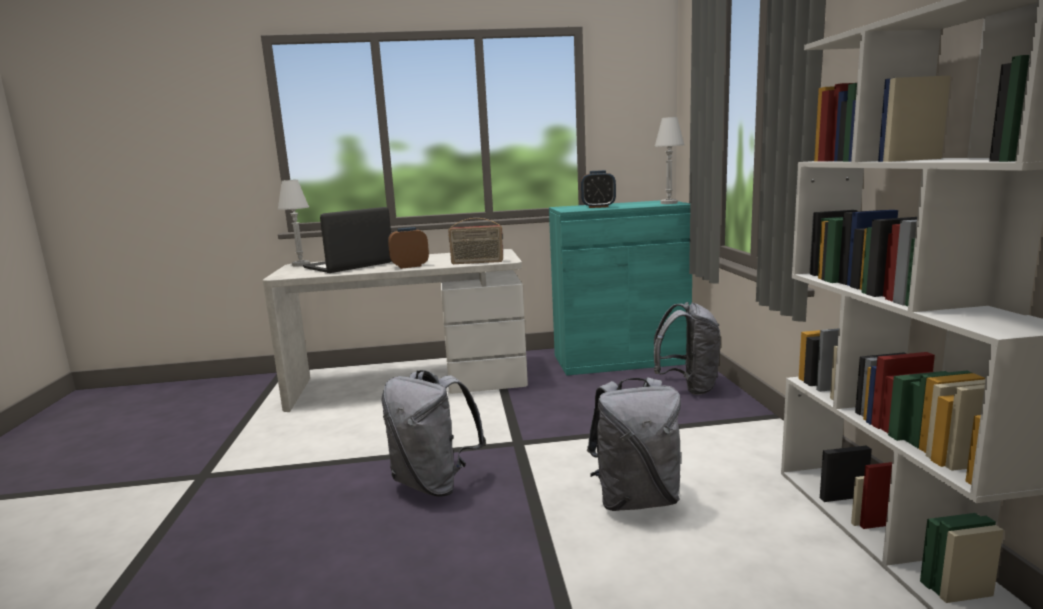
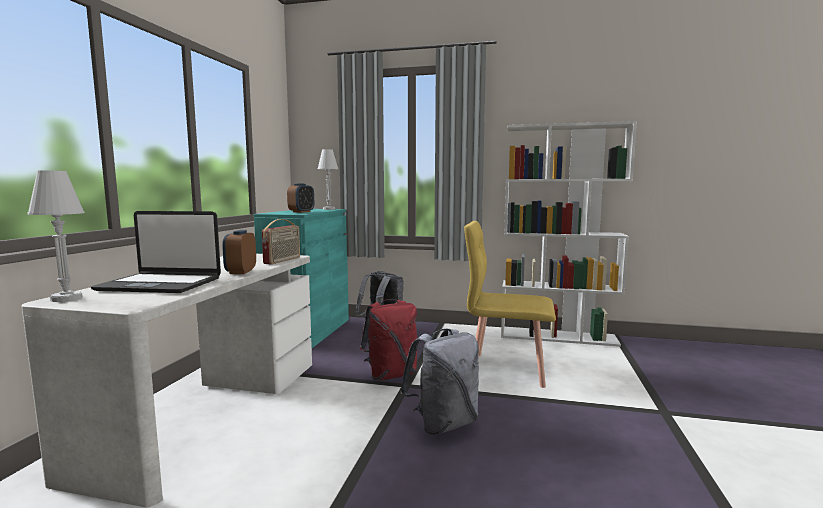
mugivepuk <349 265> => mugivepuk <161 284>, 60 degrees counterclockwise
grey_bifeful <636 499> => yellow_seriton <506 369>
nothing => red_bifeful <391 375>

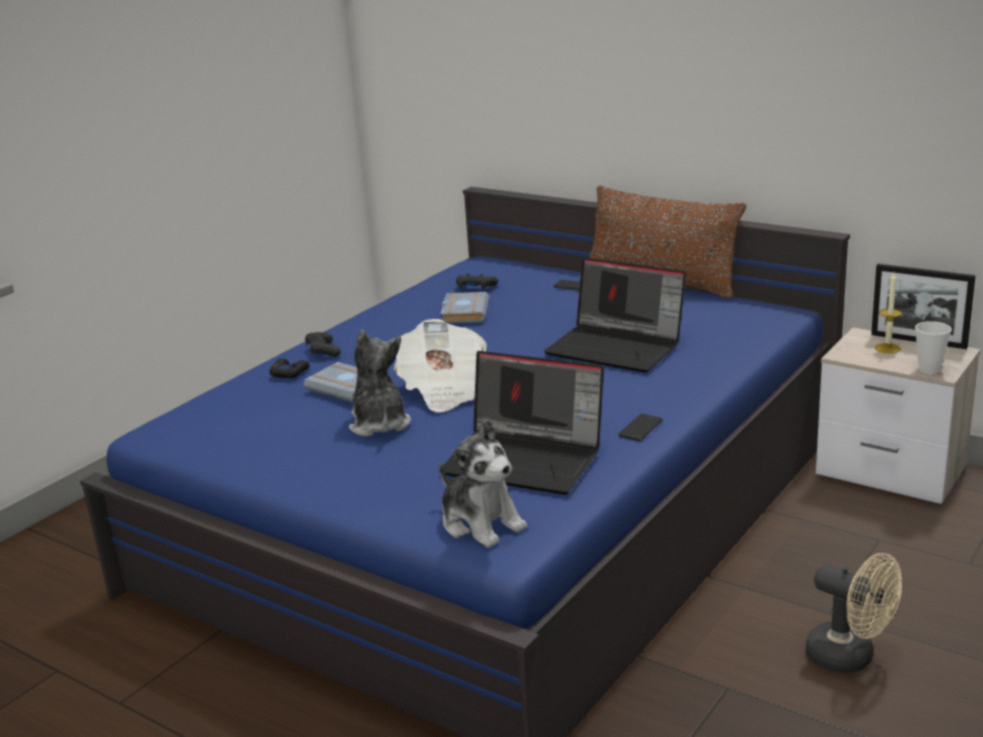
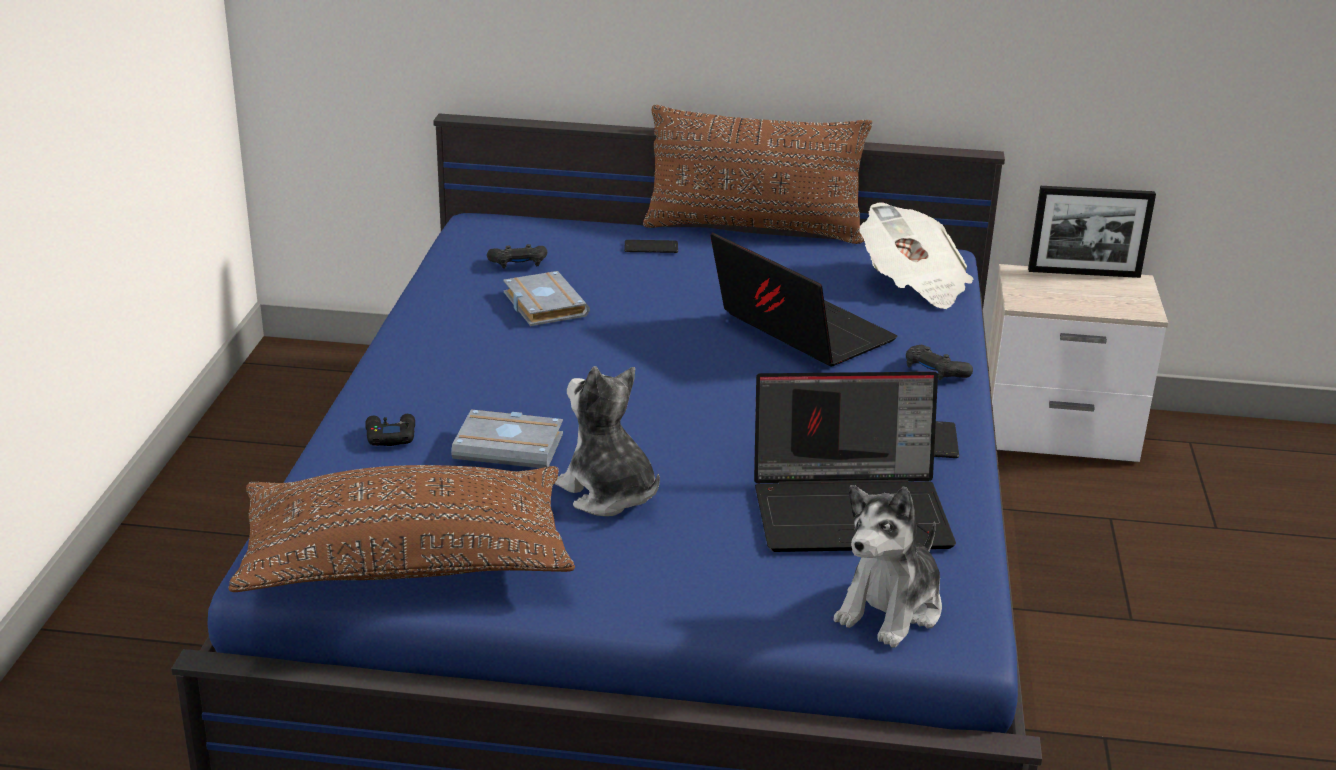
mugivepuk <617 347> => mugivepuk <797 331>, 135 degrees counterclockwise
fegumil <887 348> => nothing
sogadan <444 390> => sogadan <913 284>, moved
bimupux <929 369> => nothing
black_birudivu <323 351> => black_birudivu <934 372>, moved
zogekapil <481 523> => zogekapil <891 609>, 105 degrees clockwise
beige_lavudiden <850 658> => nothing
nothing => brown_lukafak <407 561>

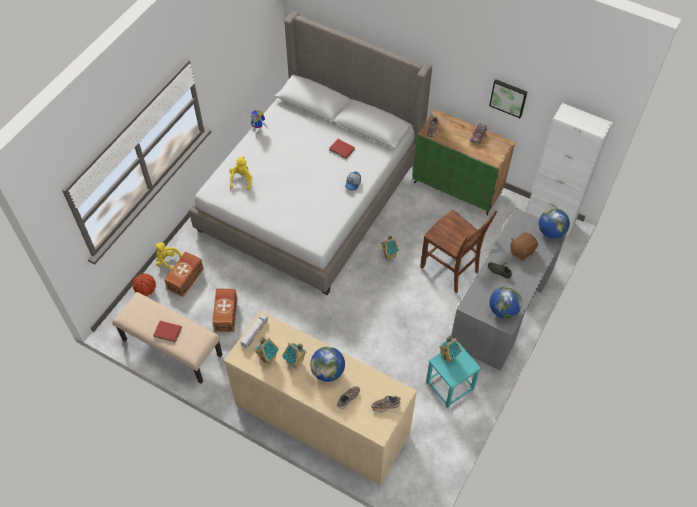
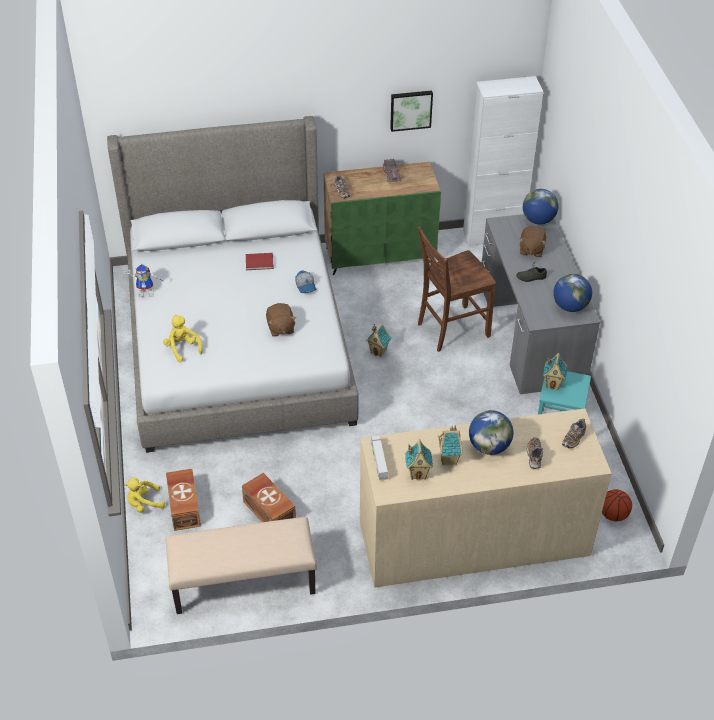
brown_seriton <450 270> => brown_seriton <451 329>, 150 degrees clockwise
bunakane <146 290> => bunakane <613 515>, moved
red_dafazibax <168 332> => nothing
nothing => brown_zogekapil <280 328>

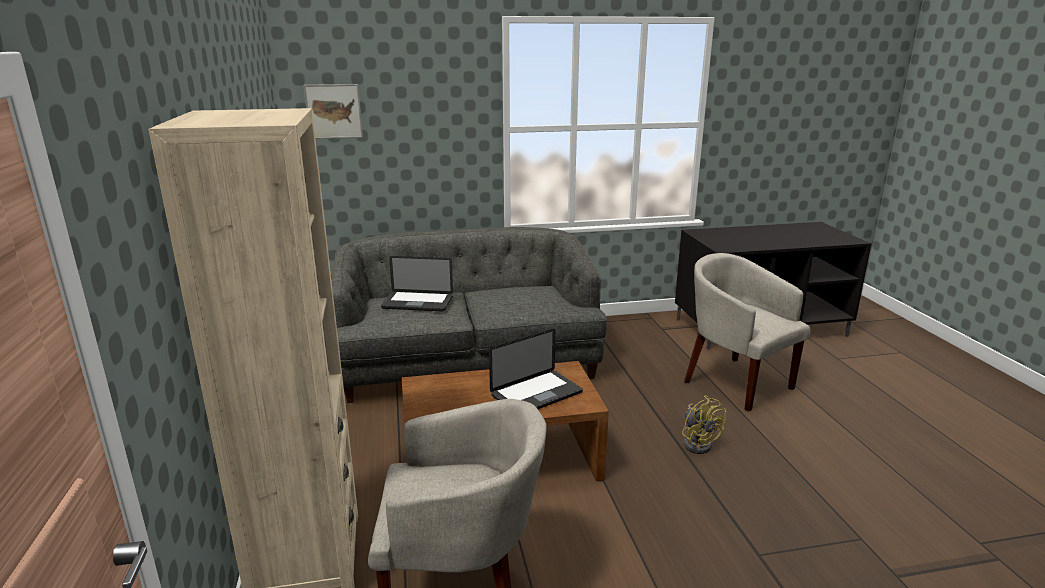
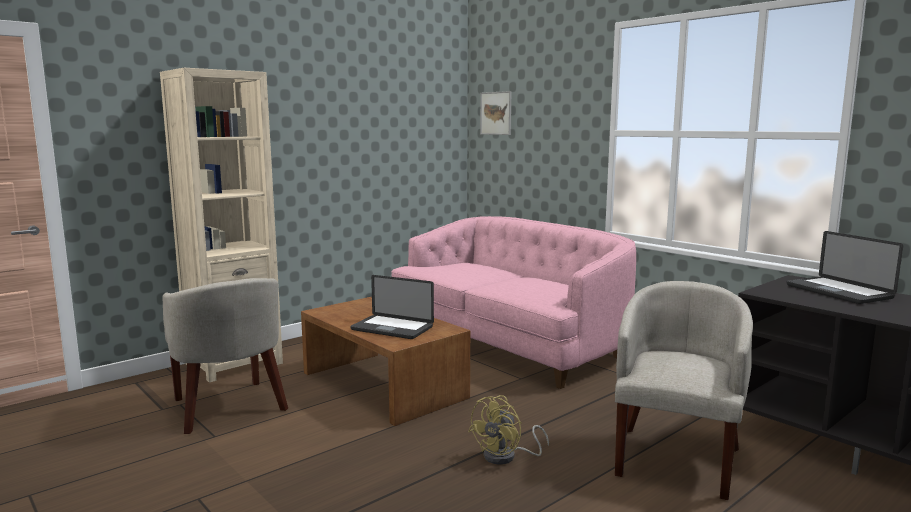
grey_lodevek <468 364> => pink_lodevek <508 342>
mugivepuk <417 303> => mugivepuk <838 291>, moved

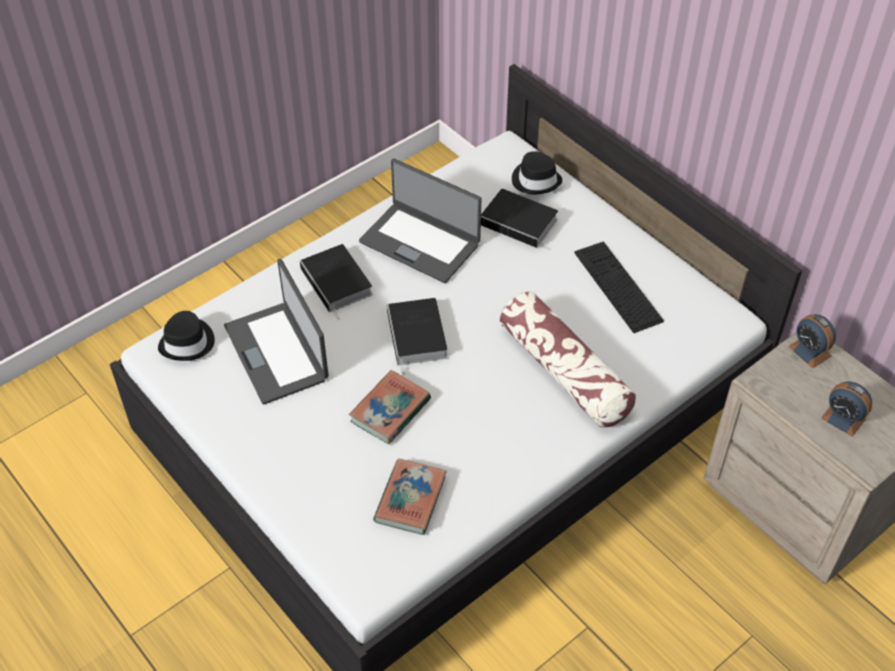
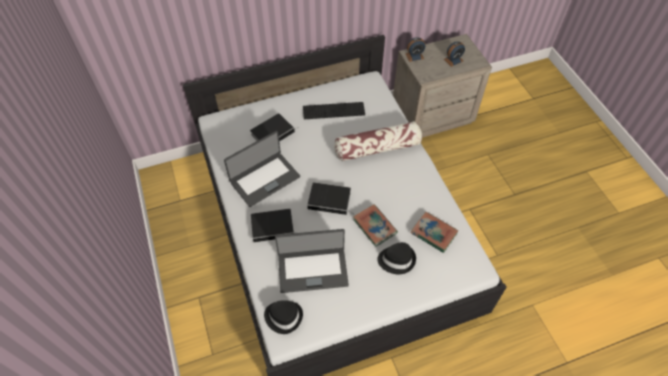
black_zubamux <536 180> => black_zubamux <396 259>, moved

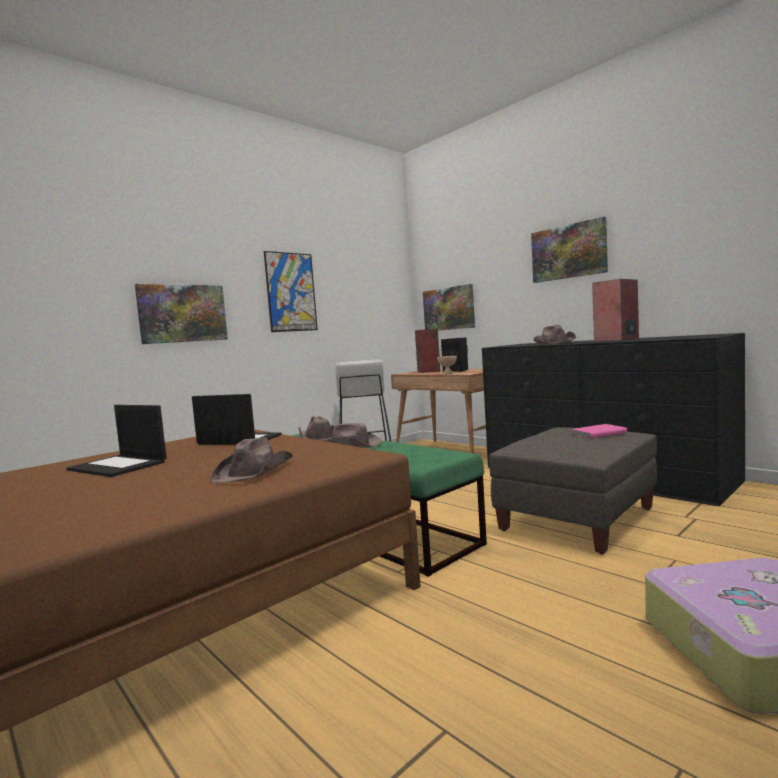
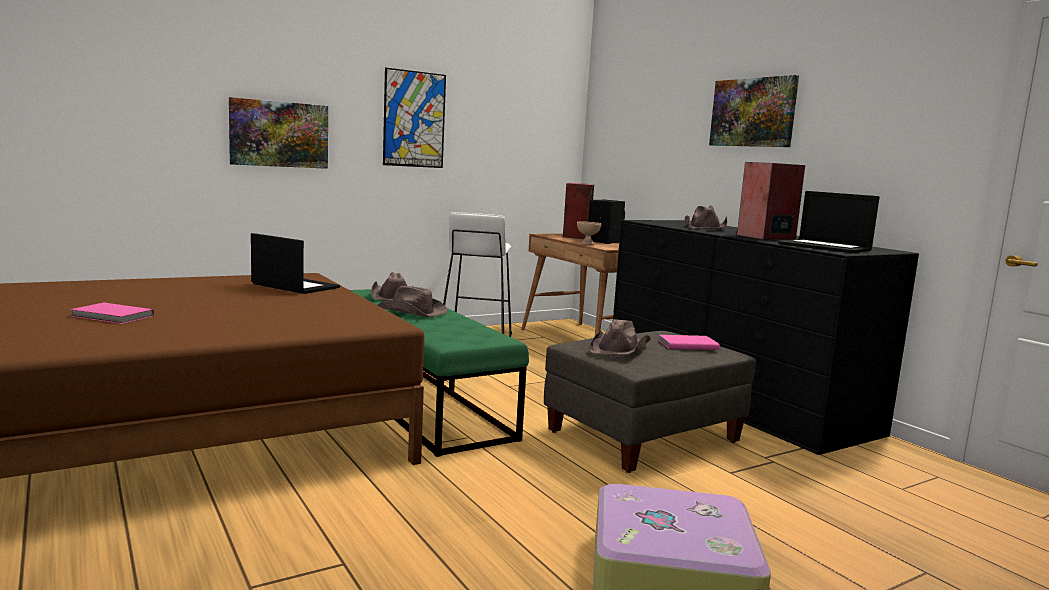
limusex <449 308> => nothing
mugivepuk <119 466> => mugivepuk <826 247>, moved
brown_zubamux <254 471> => brown_zubamux <619 348>, moved
nothing => pink_dafazibax <112 316>

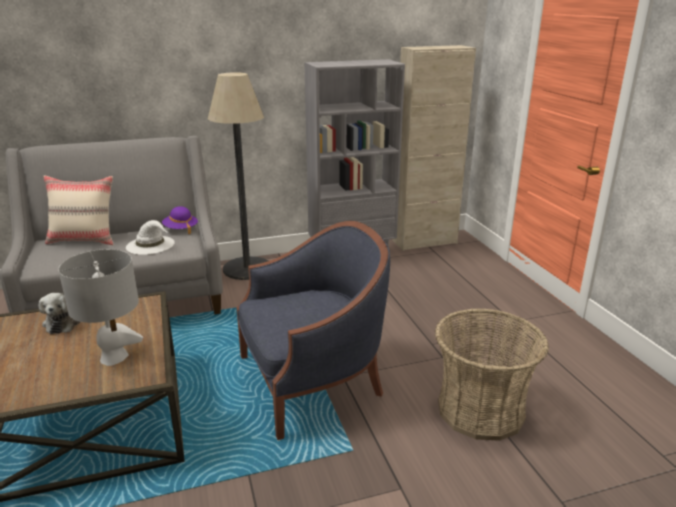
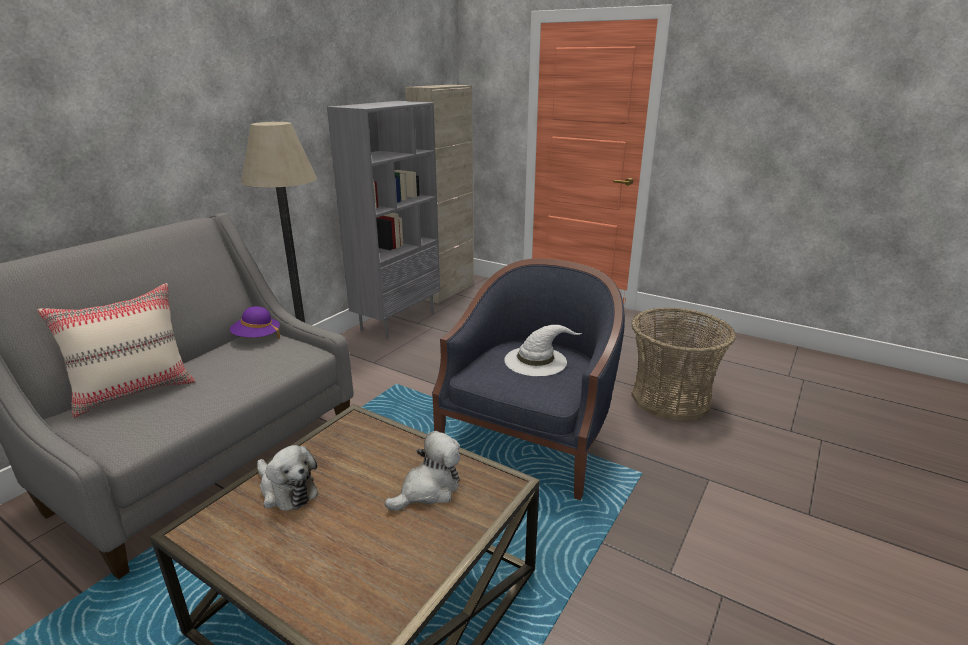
white_zubamux <151 245> => white_zubamux <536 360>, moved
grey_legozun <114 357> => zogekapil <428 489>

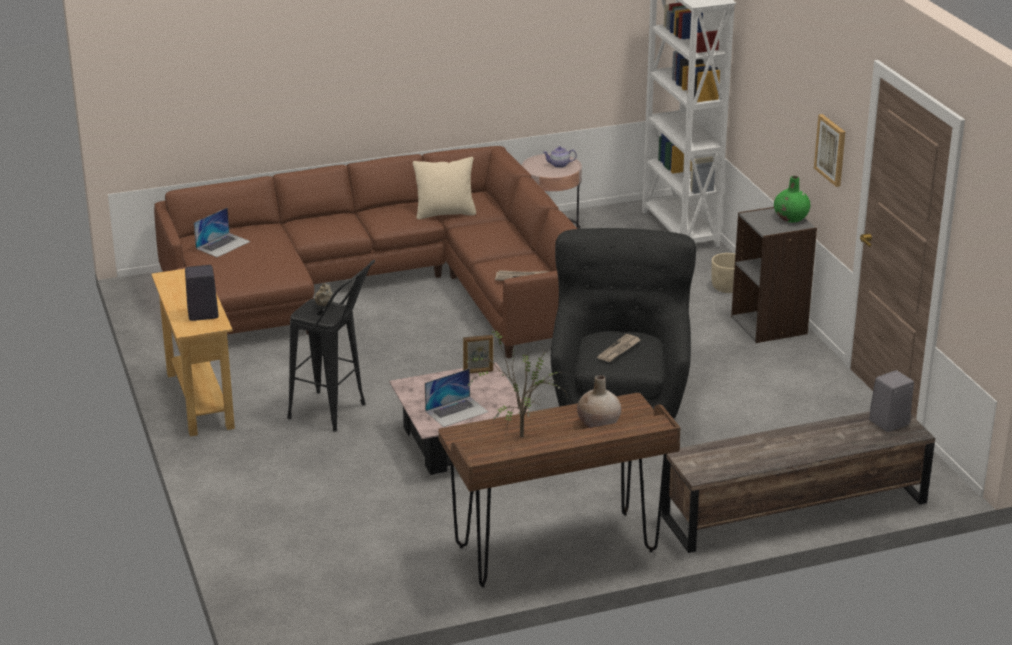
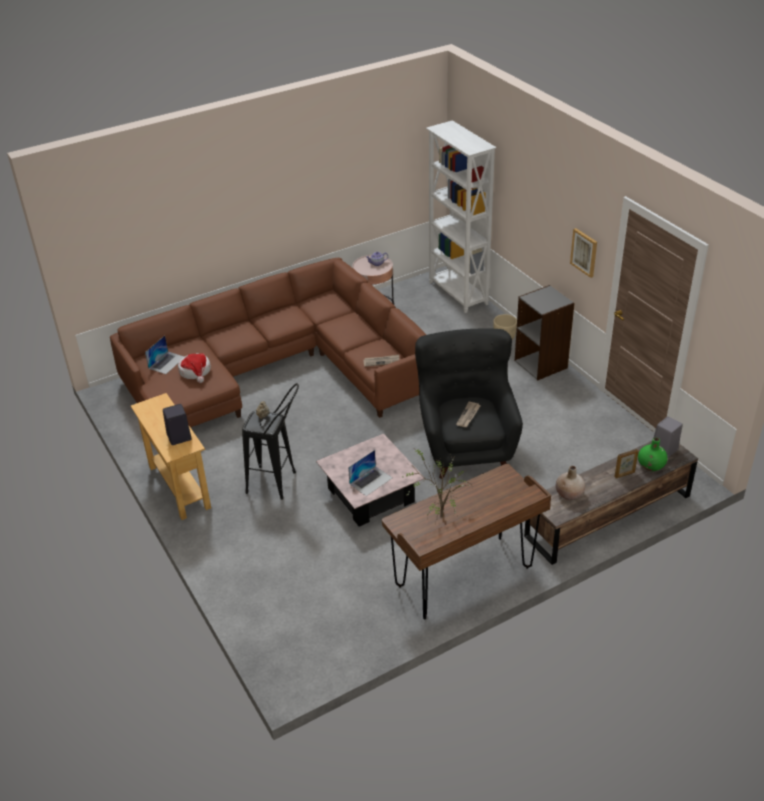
beige_lukafak <445 213> => nothing
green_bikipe <791 218> => green_bikipe <651 466>, moved
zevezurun <478 372> => zevezurun <624 474>, moved
beige_bikipe <598 424> => beige_bikipe <569 494>, moved
nothing => zubamux <195 371>

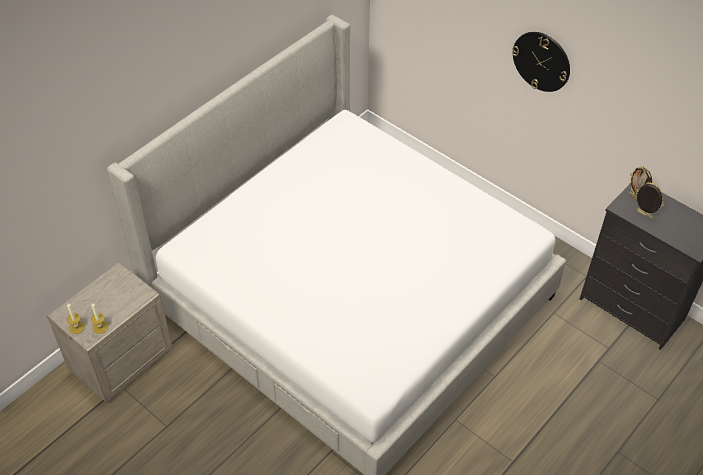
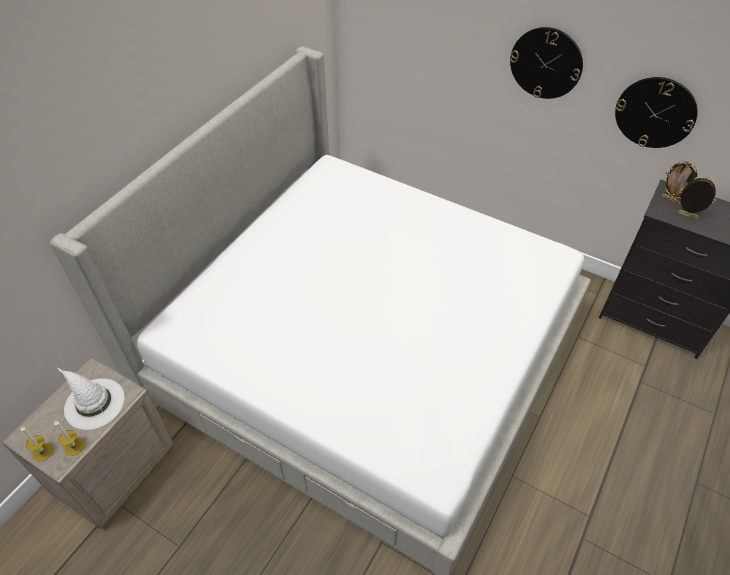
nothing => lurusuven <655 112>
nothing => white_zubamux <93 403>

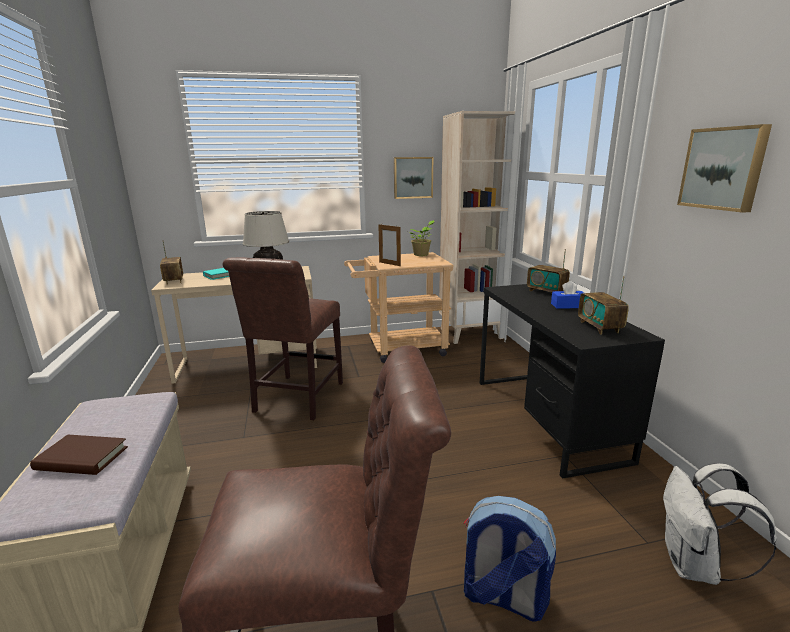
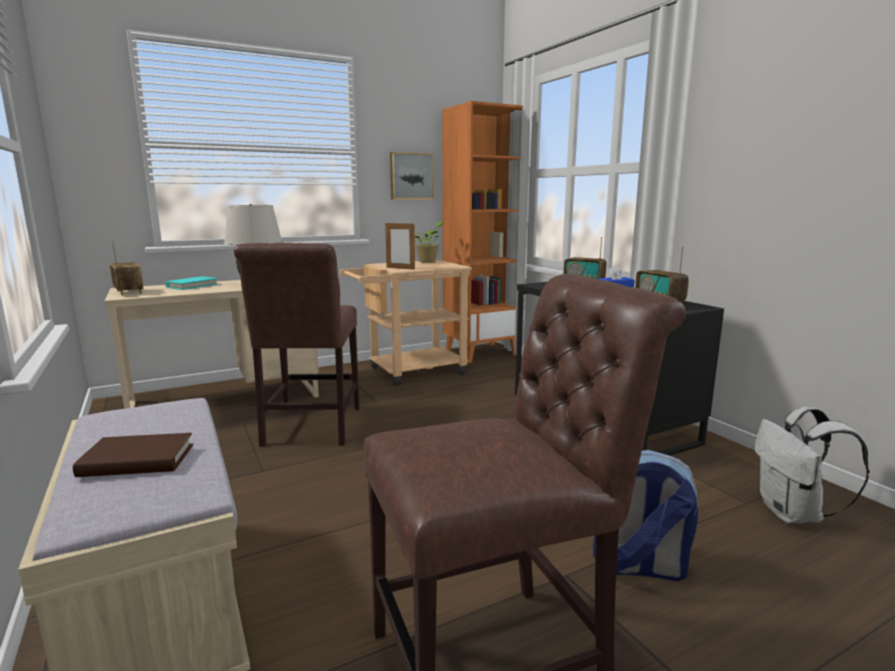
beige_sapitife <471 333> => orange_sapitife <481 353>
limusex <723 168> => nothing

